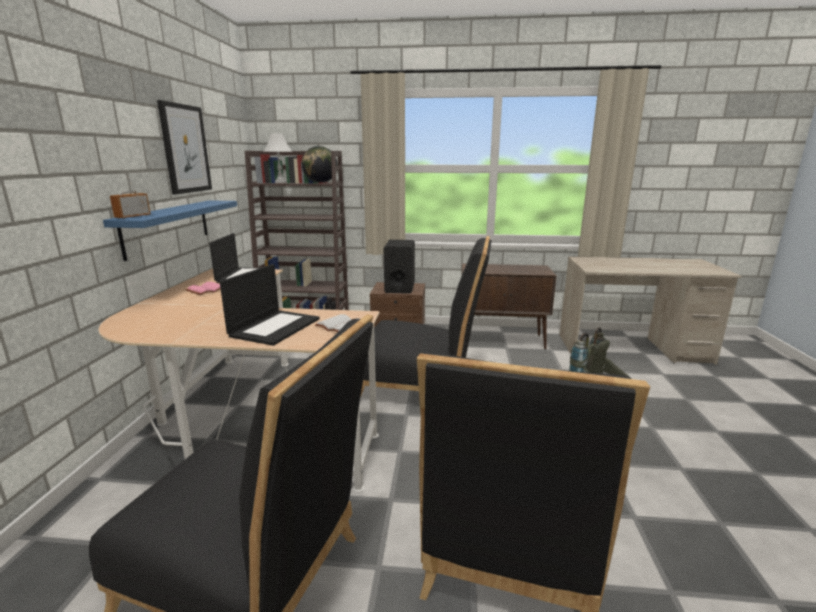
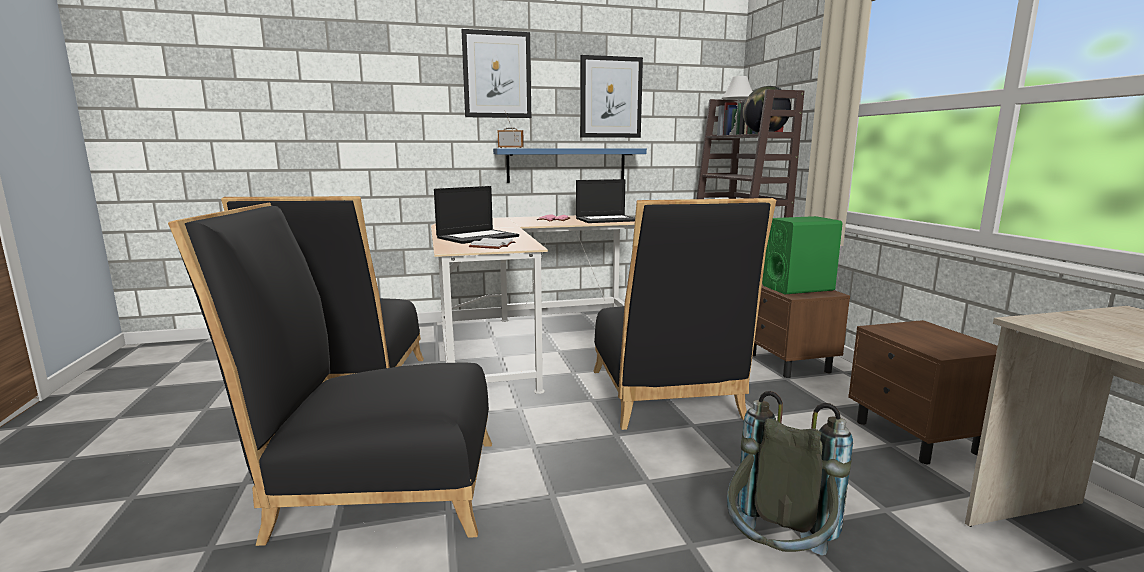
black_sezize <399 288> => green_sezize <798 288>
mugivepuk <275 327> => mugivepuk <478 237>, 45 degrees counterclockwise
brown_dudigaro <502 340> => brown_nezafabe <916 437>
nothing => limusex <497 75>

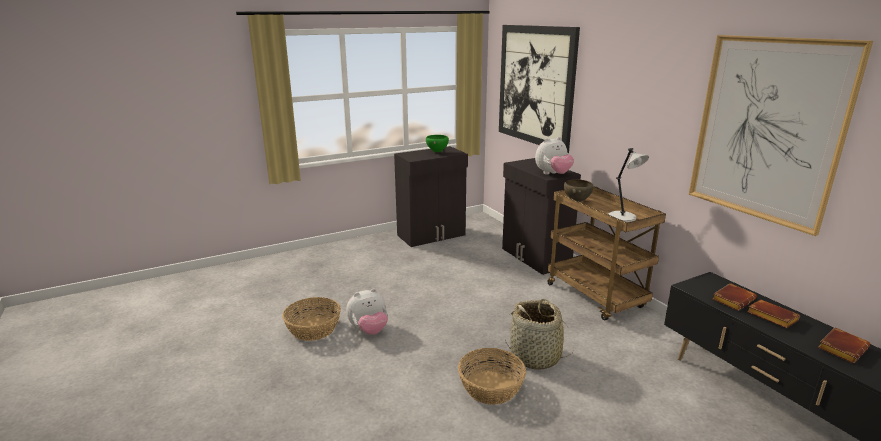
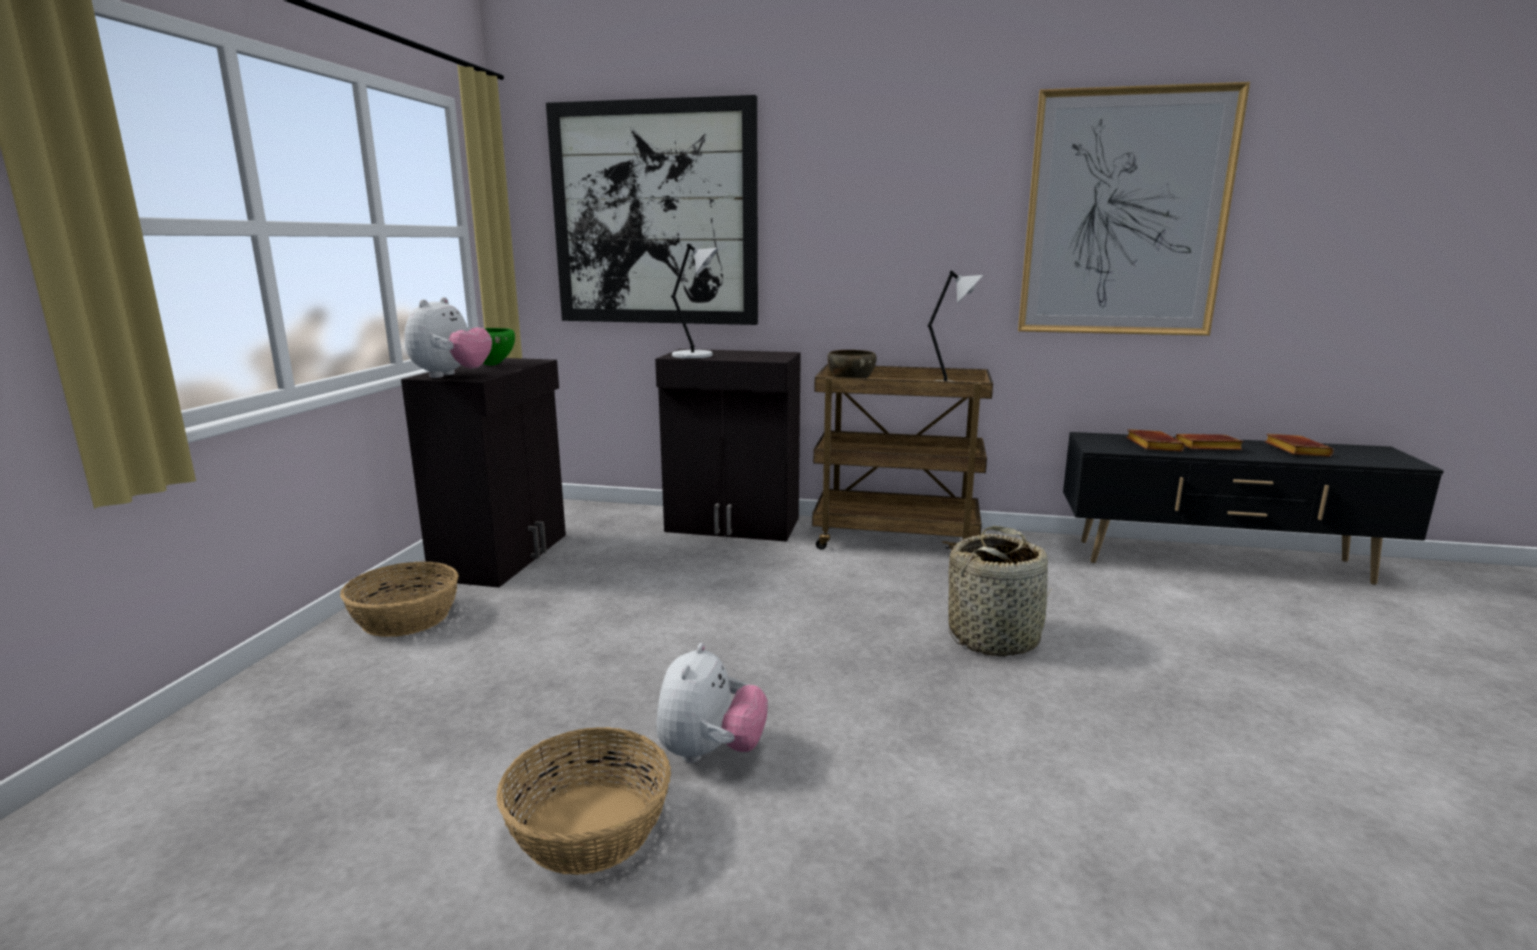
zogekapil <553 174> => zogekapil <451 376>, moved
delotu <491 388> => delotu <406 618>, moved
nothing => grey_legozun <695 355>

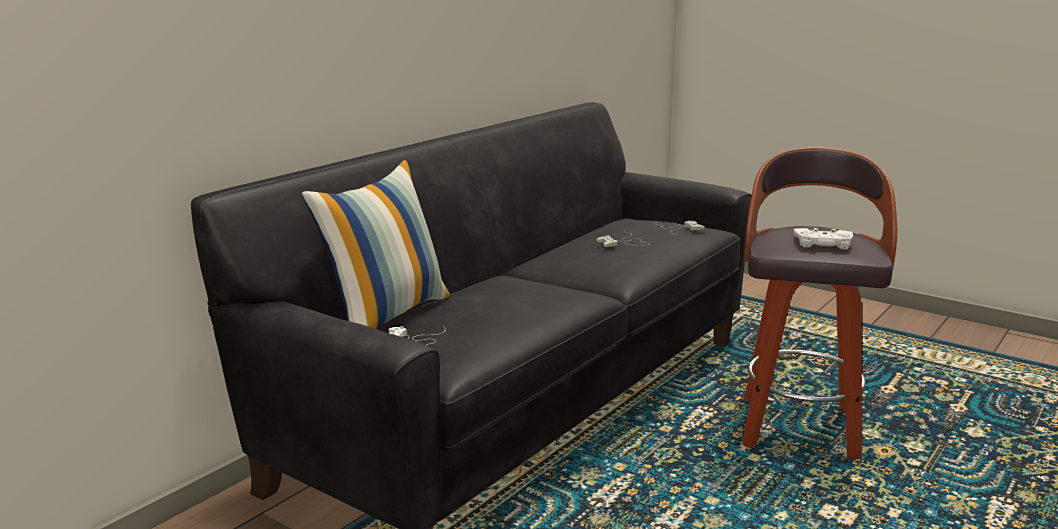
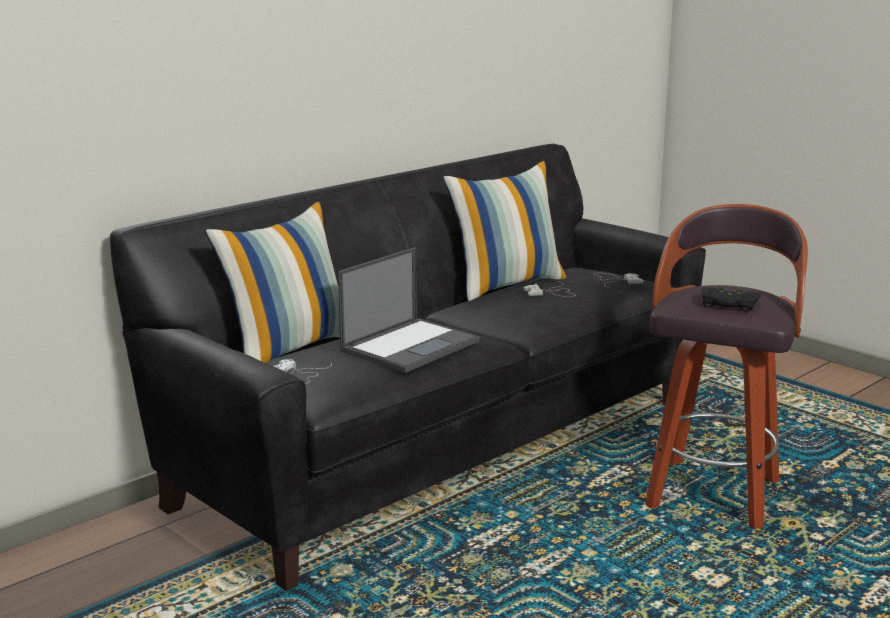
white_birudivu <822 243> => black_birudivu <728 304>
nothing => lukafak <506 285>
nothing => mugivepuk <411 345>

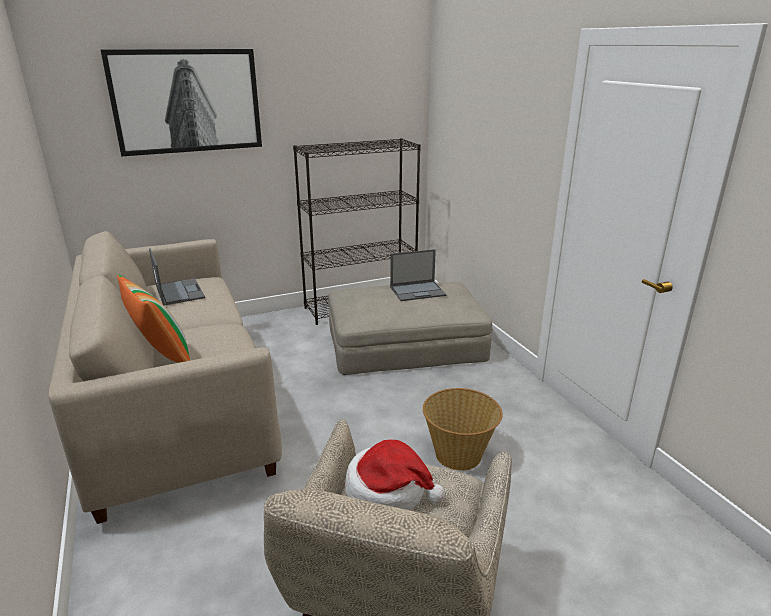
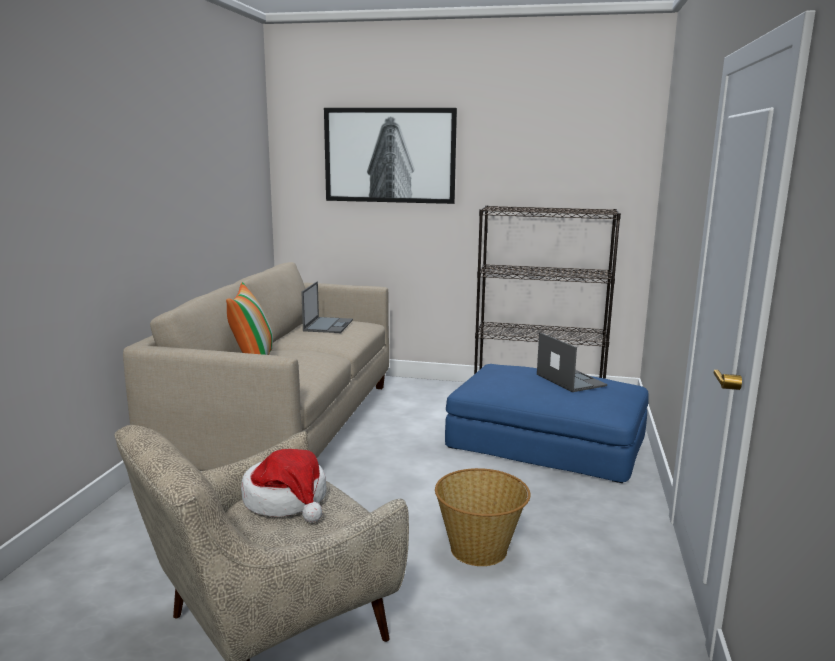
mugivepuk <418 291> => mugivepuk <570 380>, 135 degrees counterclockwise
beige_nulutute <405 343> => blue_nulutute <546 440>

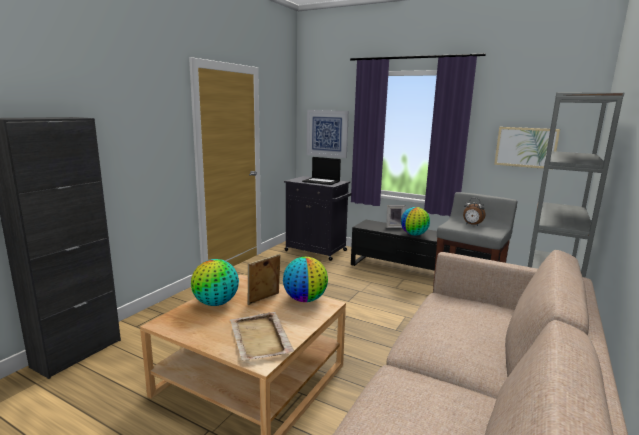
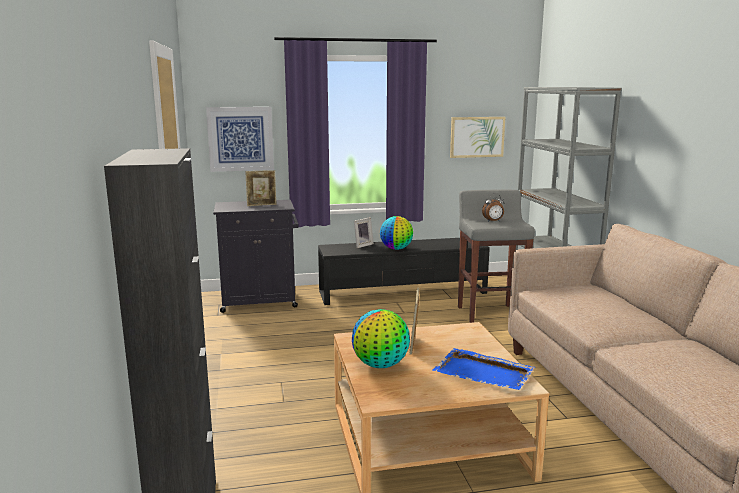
mugivepuk <322 181> => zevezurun <262 205>
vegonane <305 299> => nothing
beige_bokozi <260 338> => blue_bokozi <484 373>

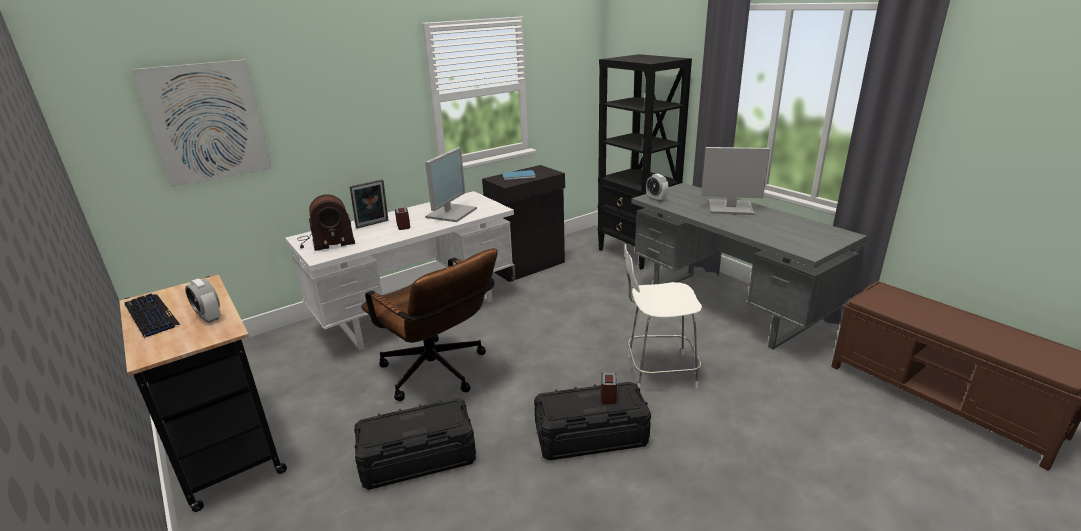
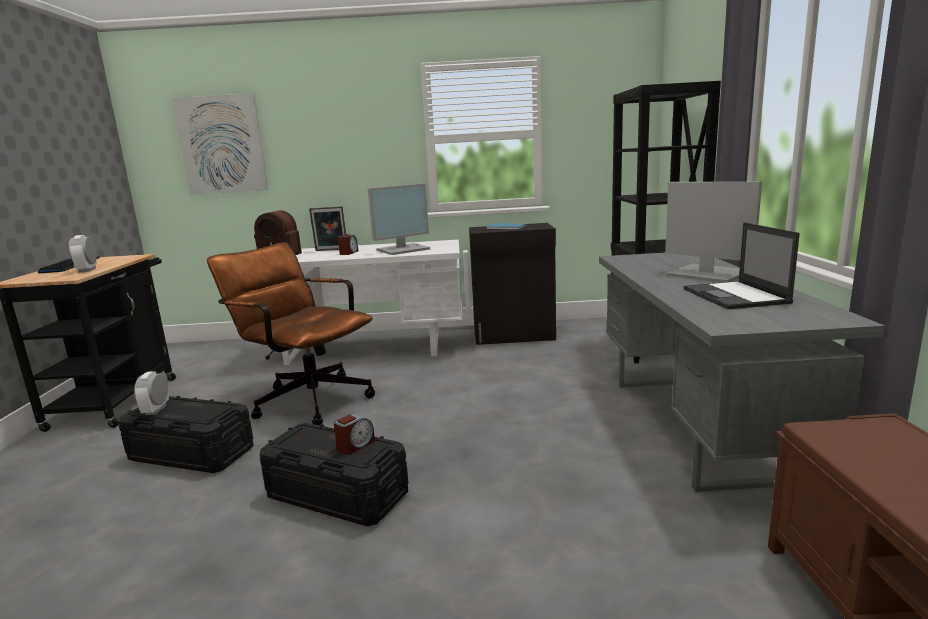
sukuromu <656 199> => sukuromu <156 410>, moved
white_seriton <658 371> => nothing
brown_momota <439 374> => brown_momota <306 398>, 135 degrees clockwise
nothing => mugivepuk <736 296>

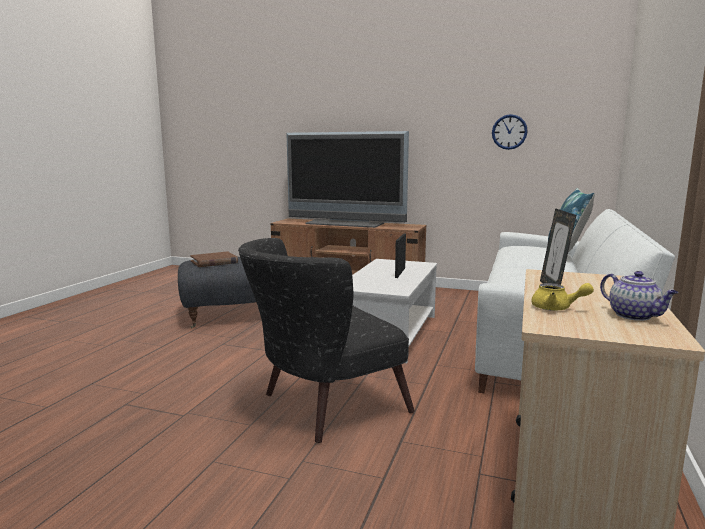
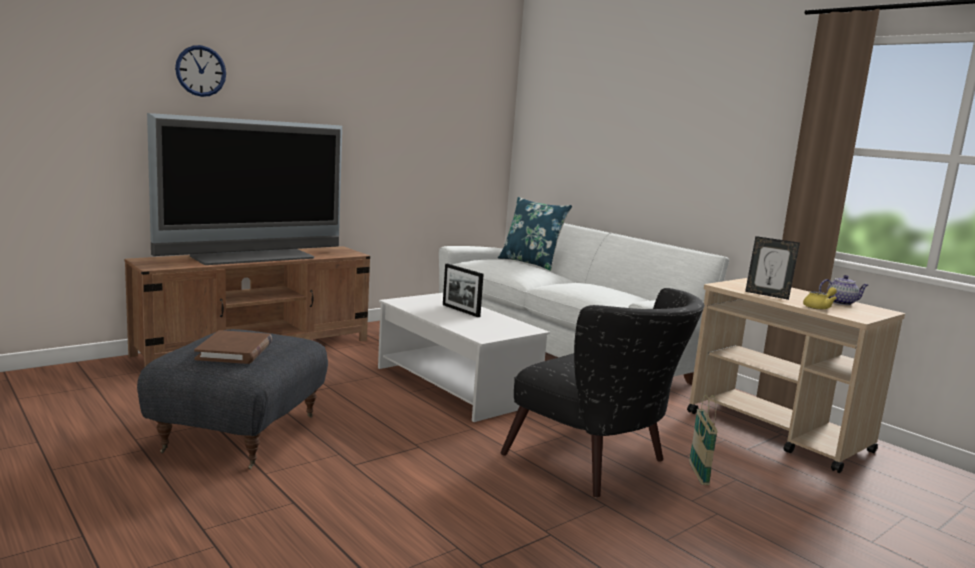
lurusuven <509 132> => lurusuven <200 71>, moved
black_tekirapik <321 407> => black_tekirapik <597 464>, 45 degrees counterclockwise
nothing => delotu <698 474>

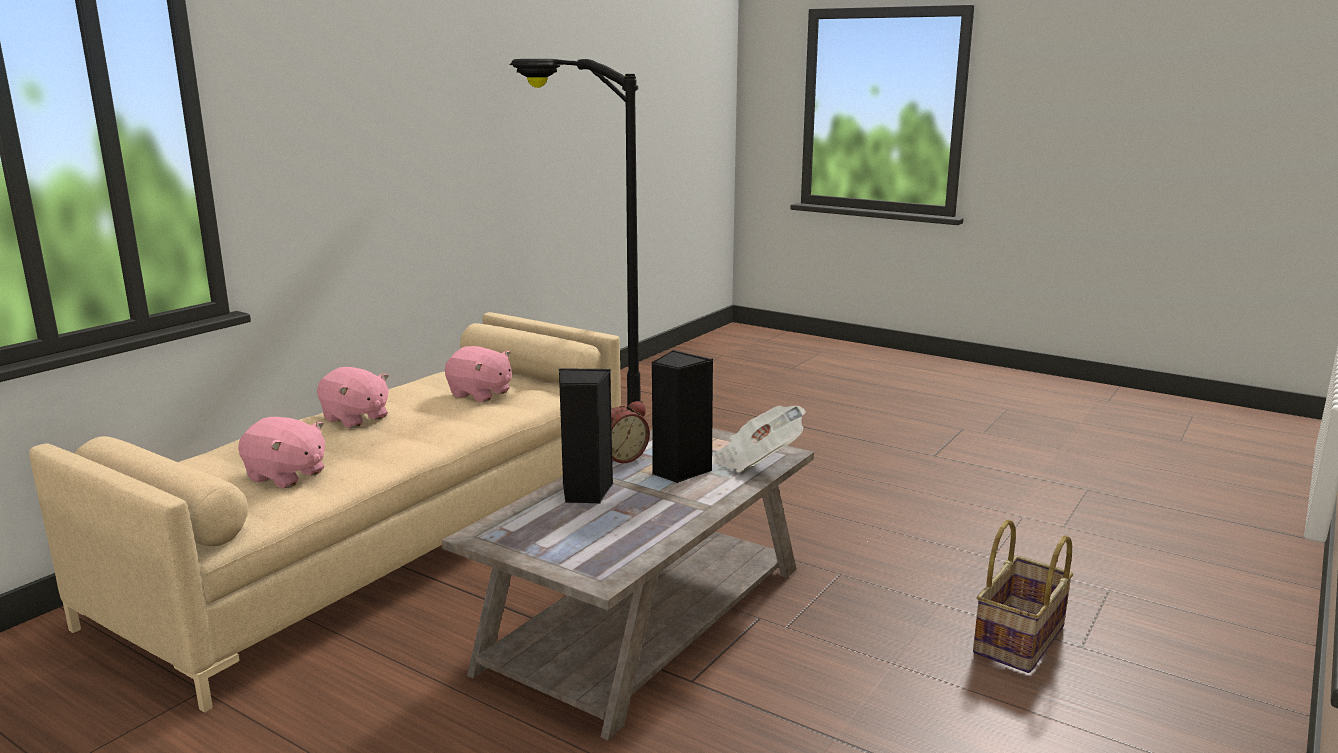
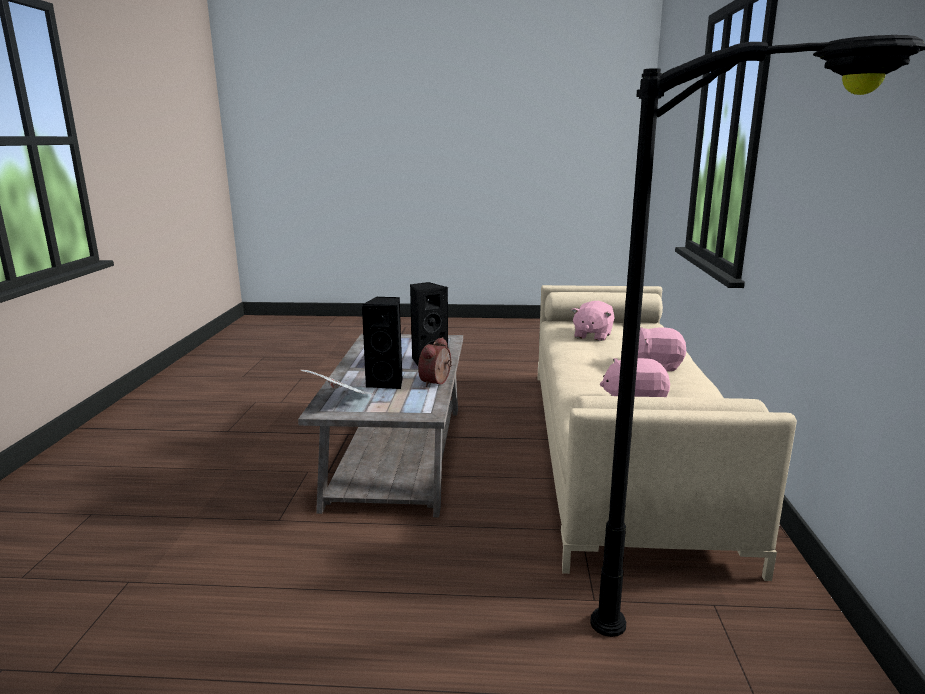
pink_zogekapil <286 476> => pink_zogekapil <592 336>, 60 degrees counterclockwise
delotu <1020 640> => nothing

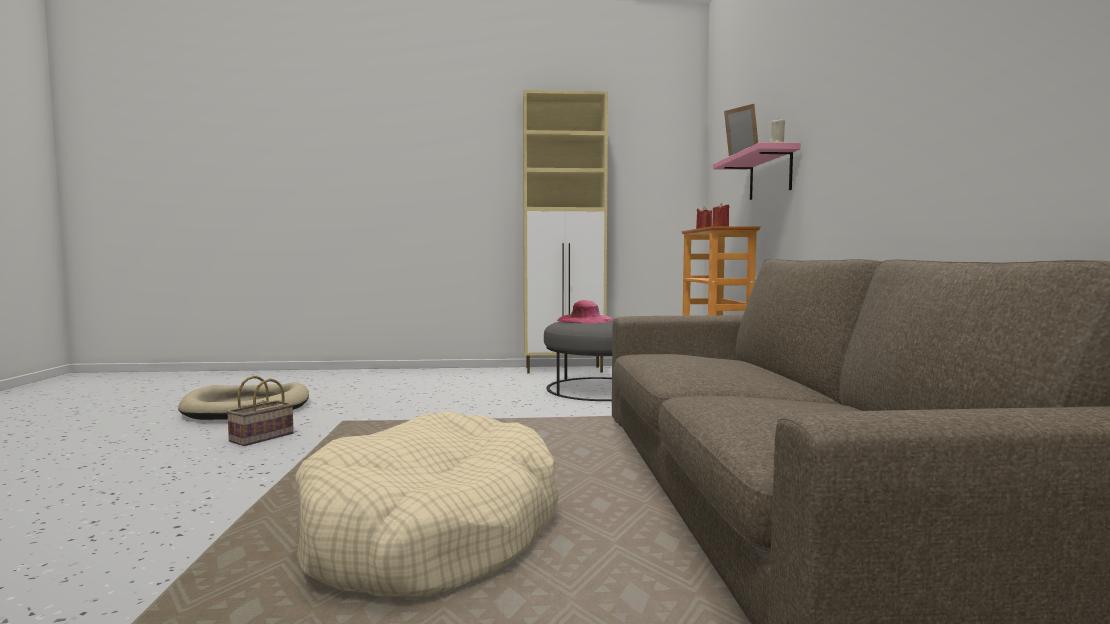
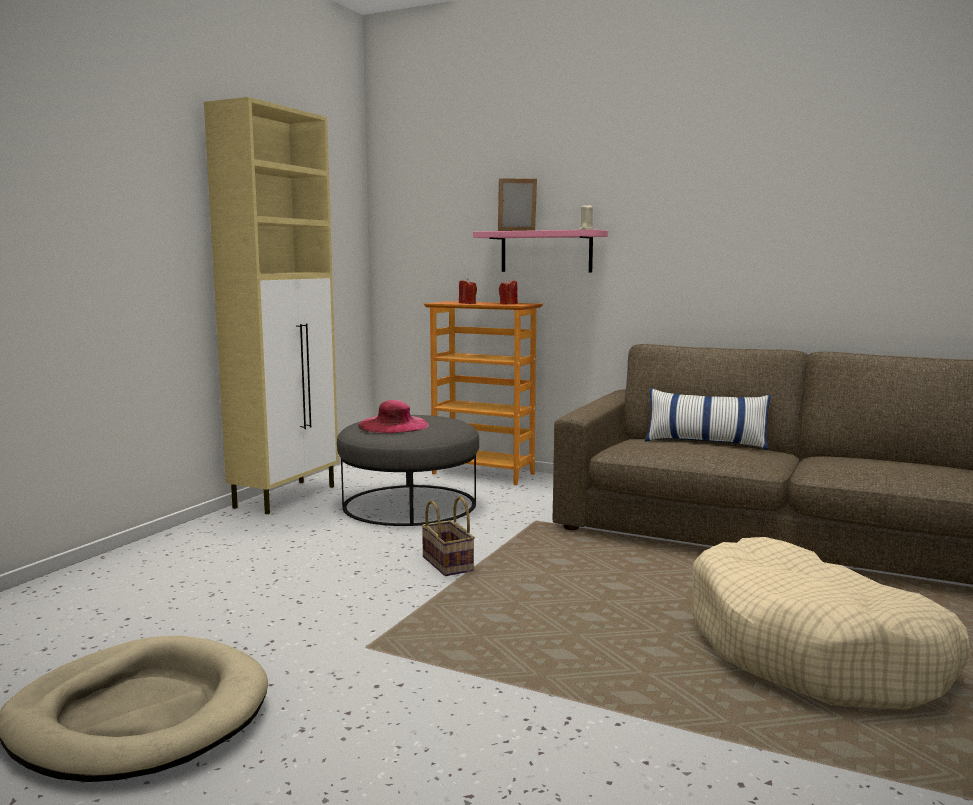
delotu <261 438> => delotu <449 564>, moved
nothing => lukafak <705 443>

